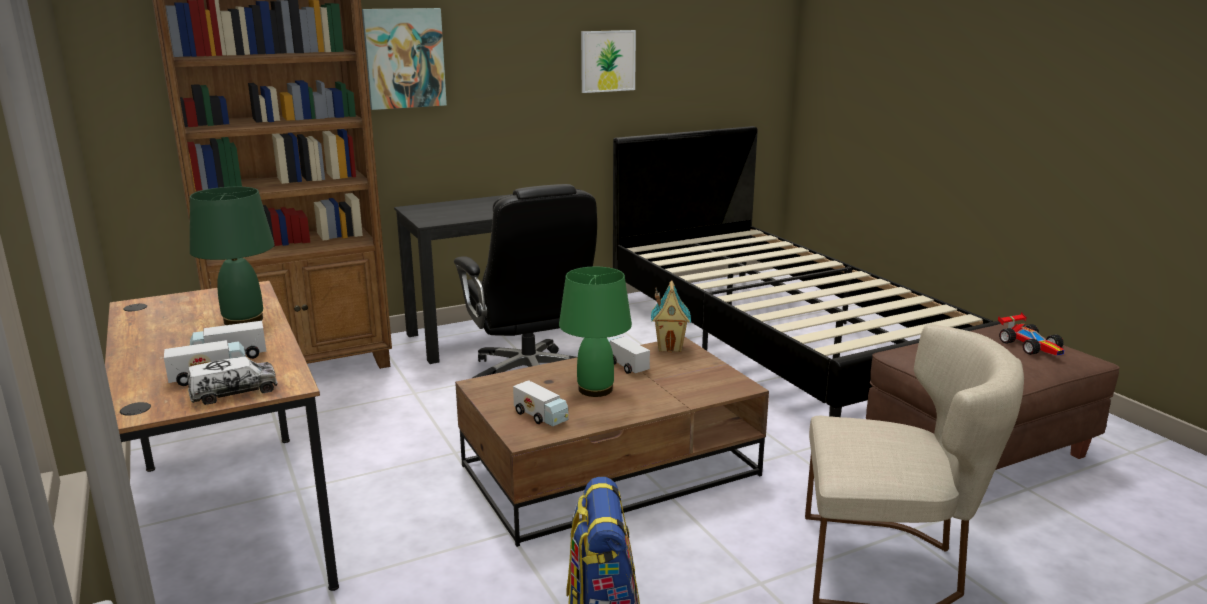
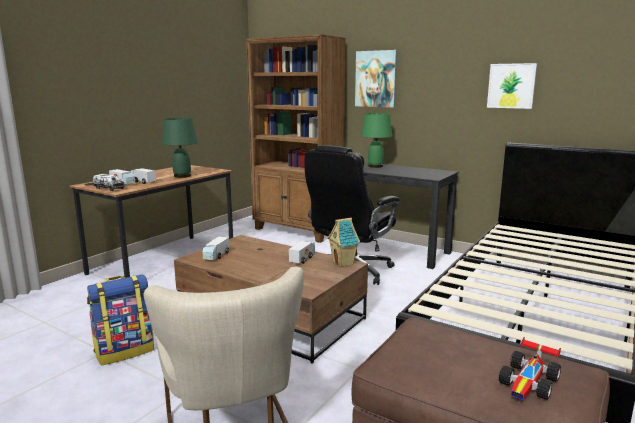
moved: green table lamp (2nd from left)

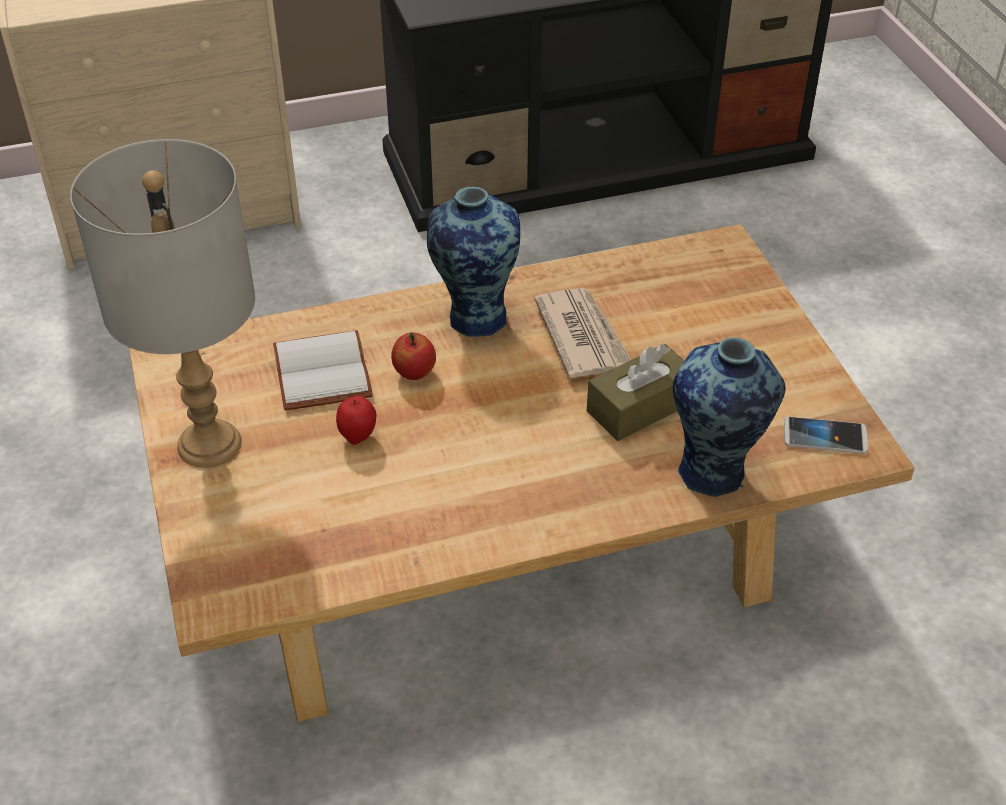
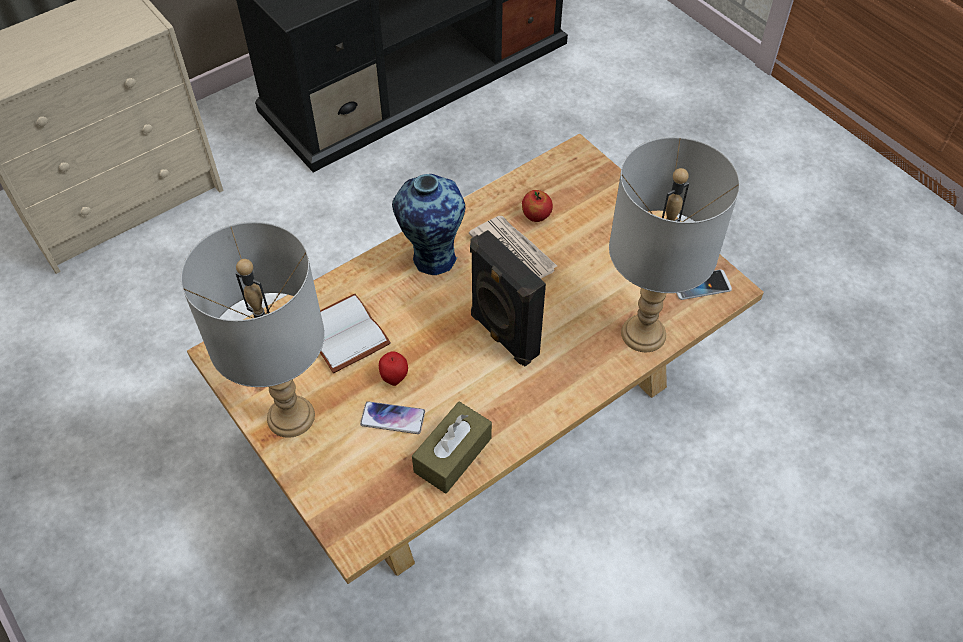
added: black speaker; phone (1st from left)
moved: apple (2nd from left); brown tissue box
replaced: vase (2nd from left) to grey table lamp (2nd from left)

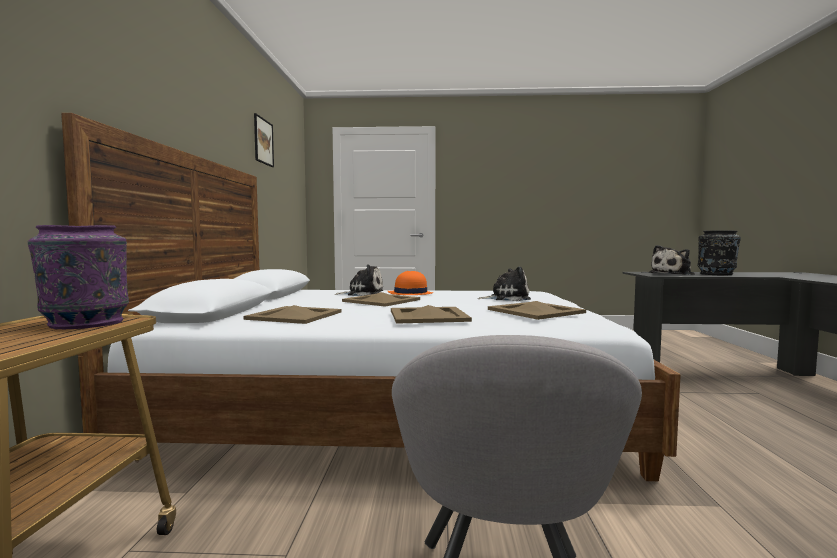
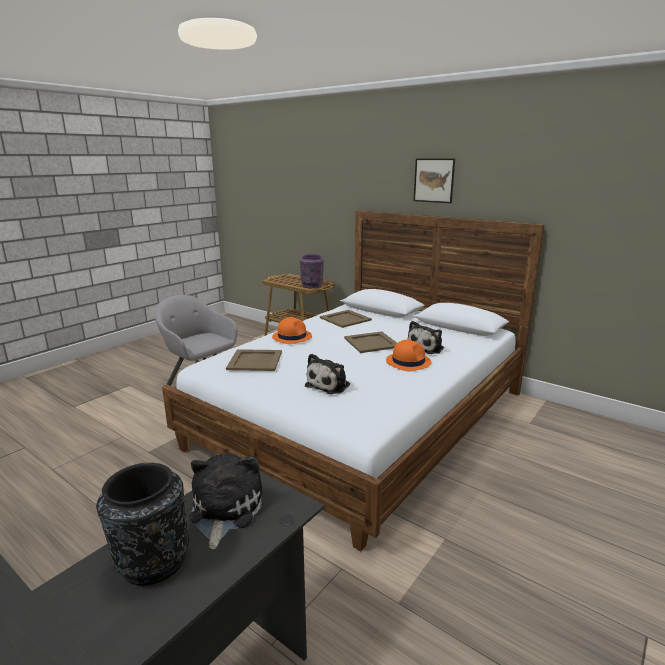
moved: picture
replaced: beige tray (3rd from left) to orange hat (1st from left)

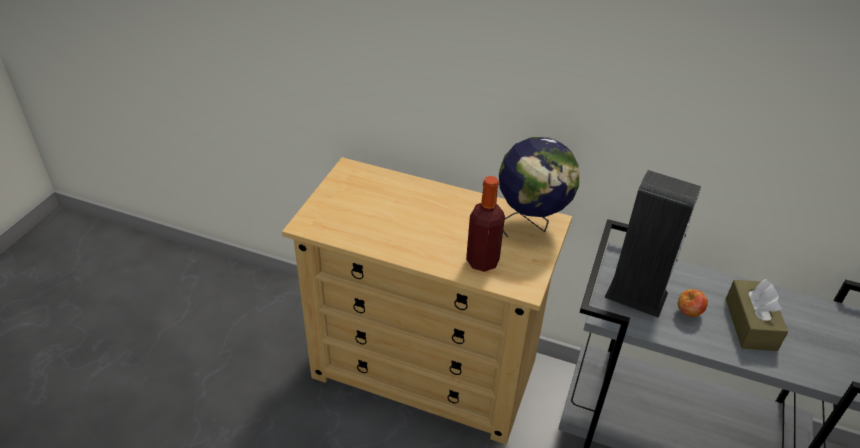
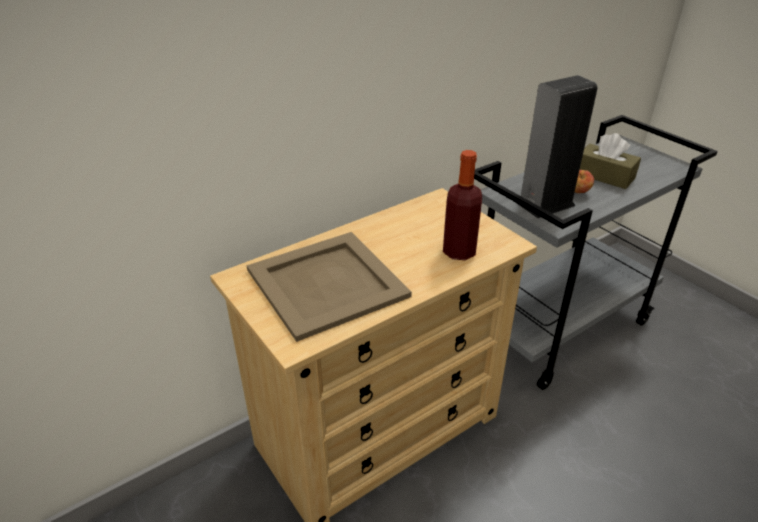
removed: globe
added: beige tray

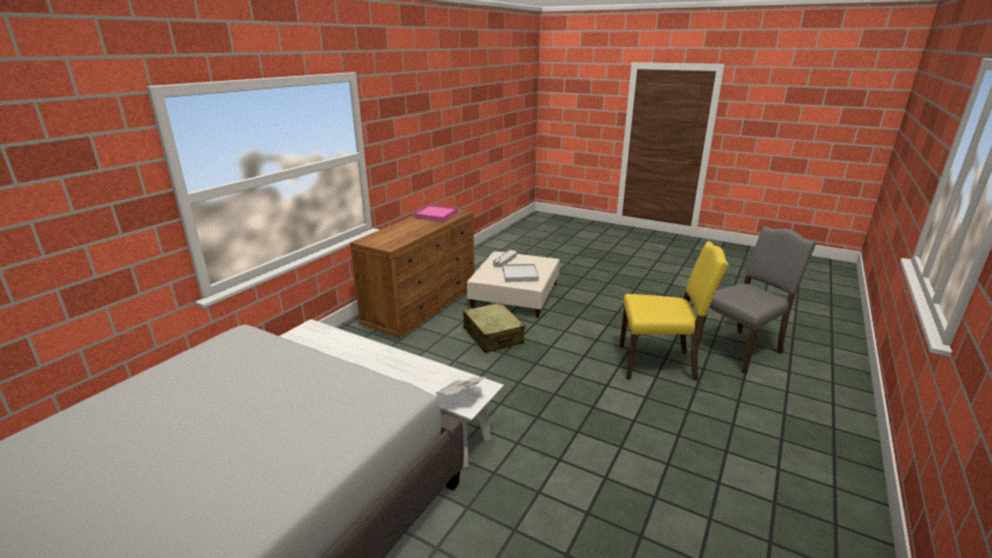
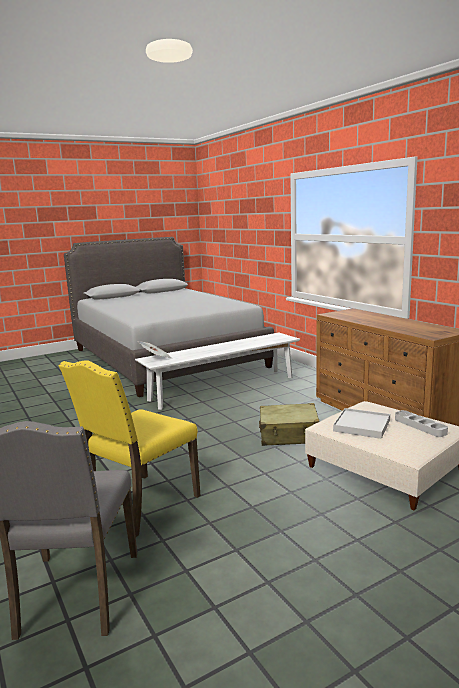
removed: pink tray

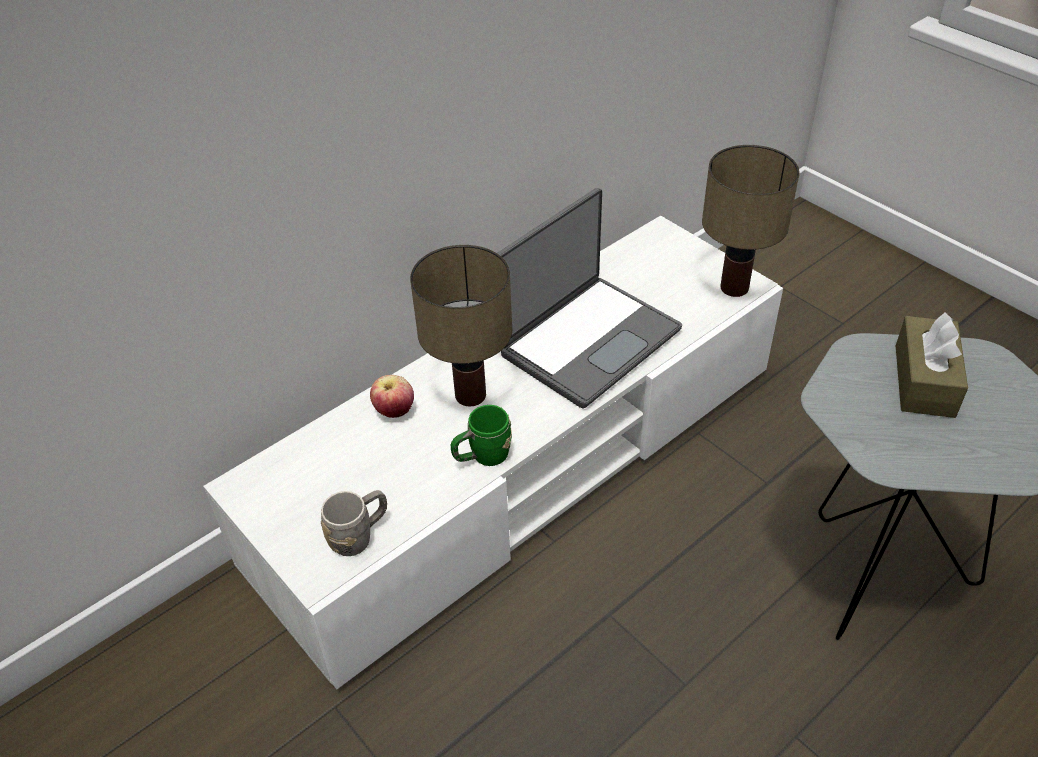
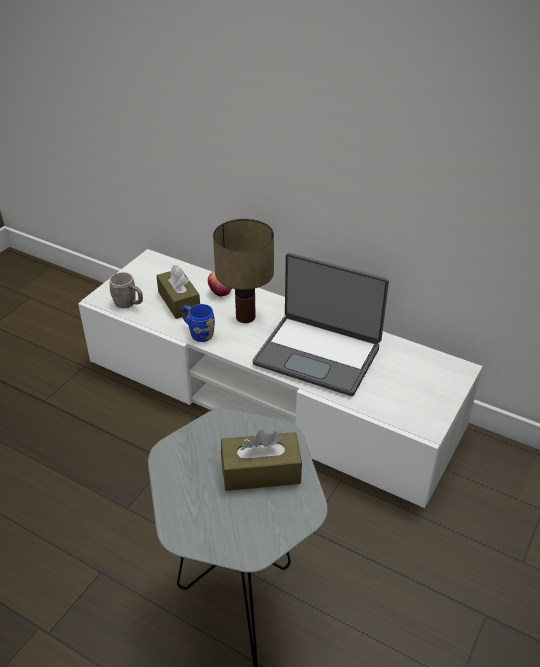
removed: table lamp (2nd from left)
added: brown tissue box (1st from left)
recoloured: green mug to blue mug

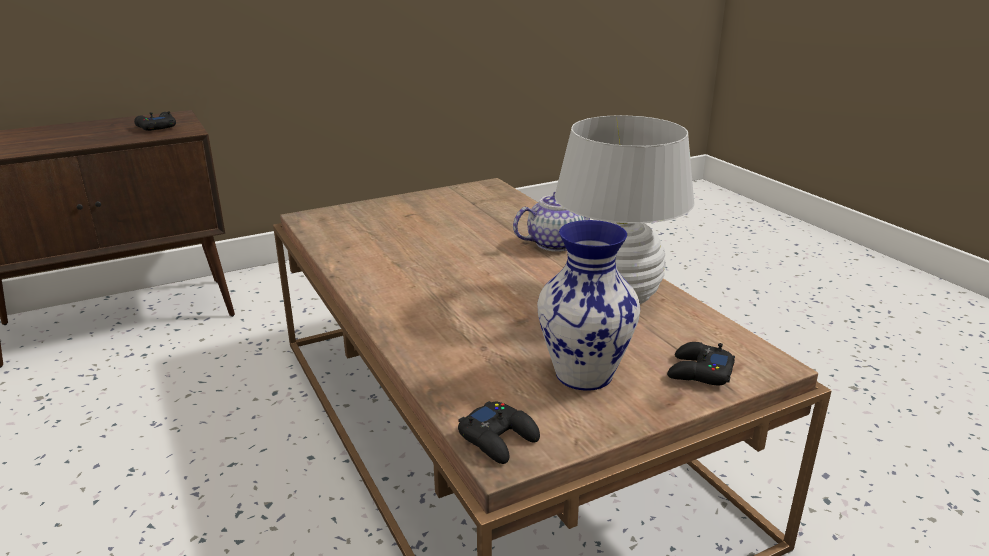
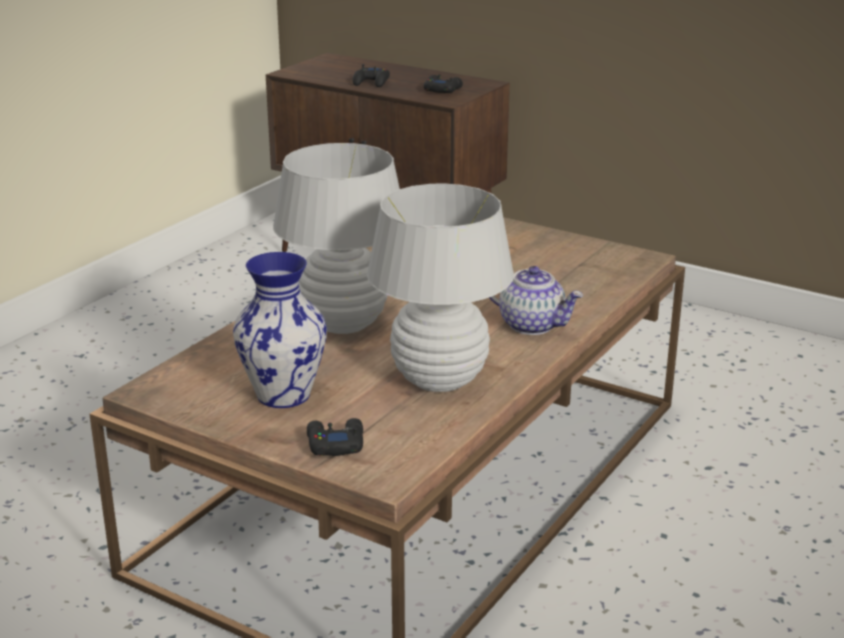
added: white table lamp (1st from left)
moved: black game controller (2nd from left)

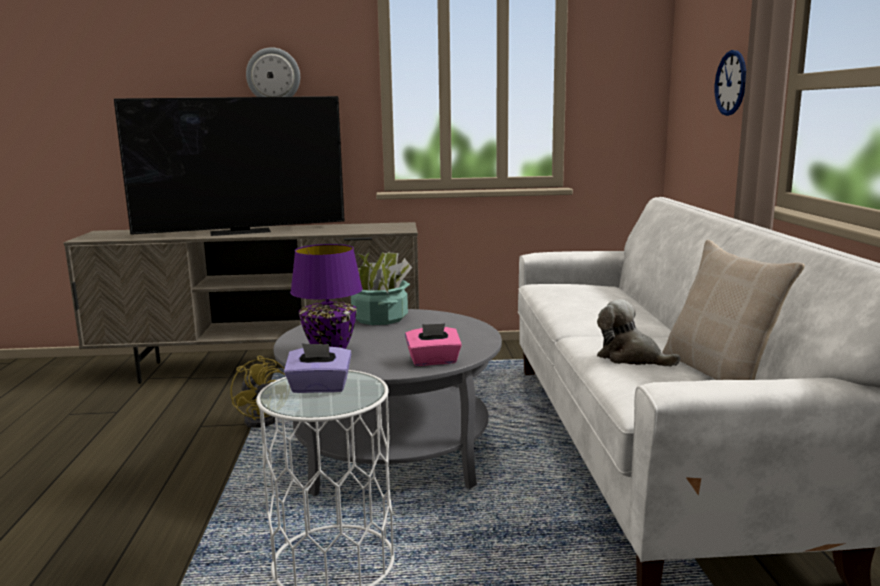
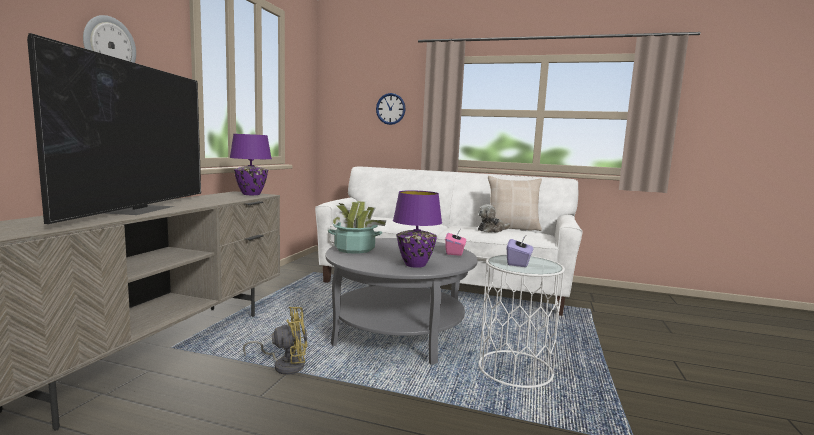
added: purple table lamp (1st from left)

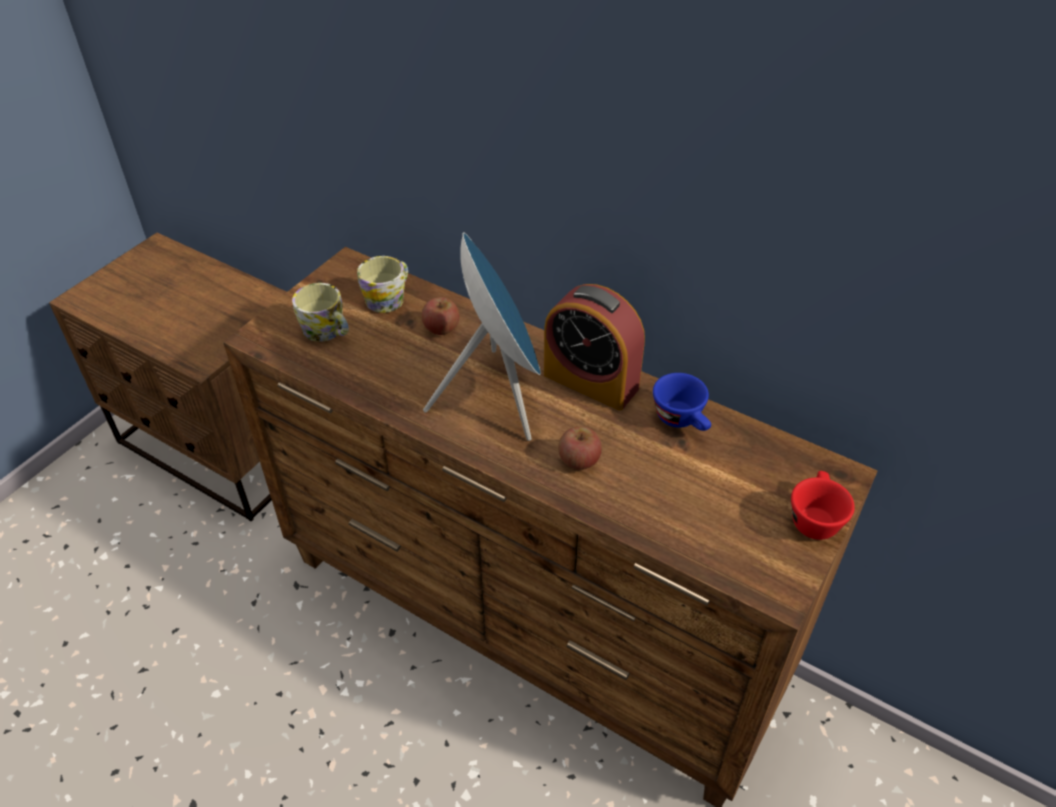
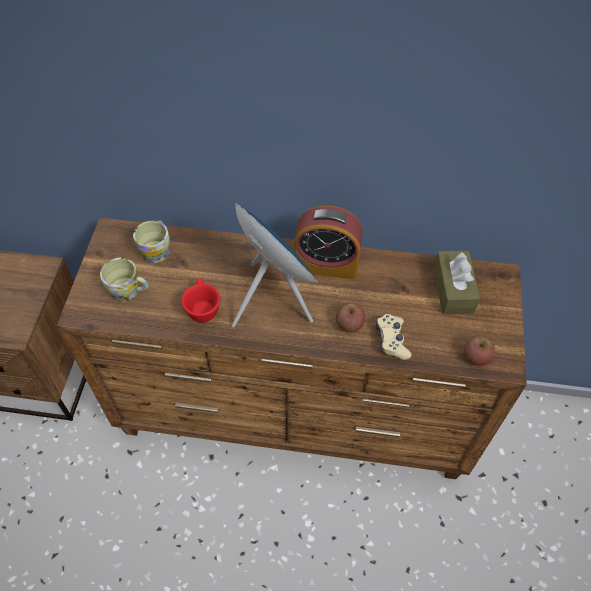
removed: blue cup
added: brown tissue box; beige game controller
moved: apple (1st from left in the first image) to apple (2nd from left); red cup

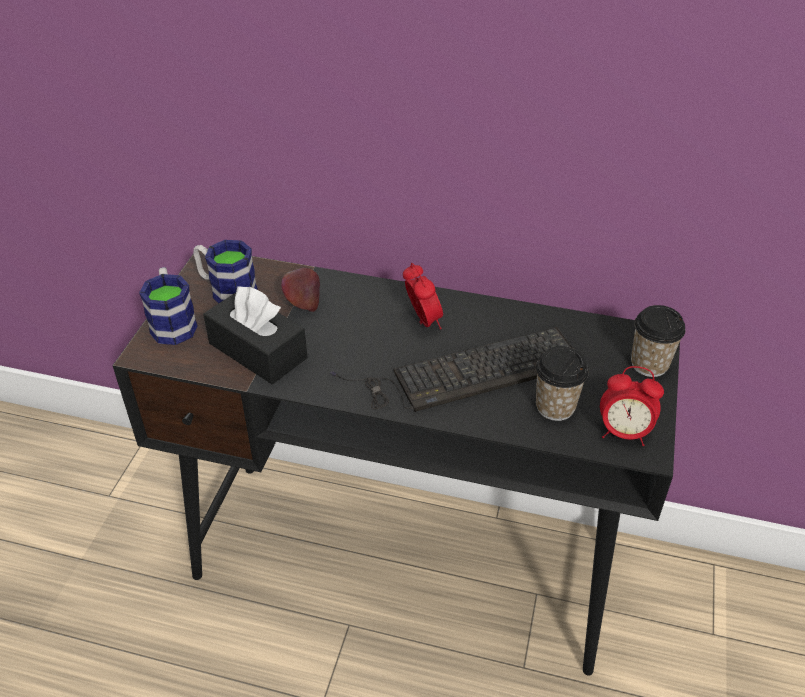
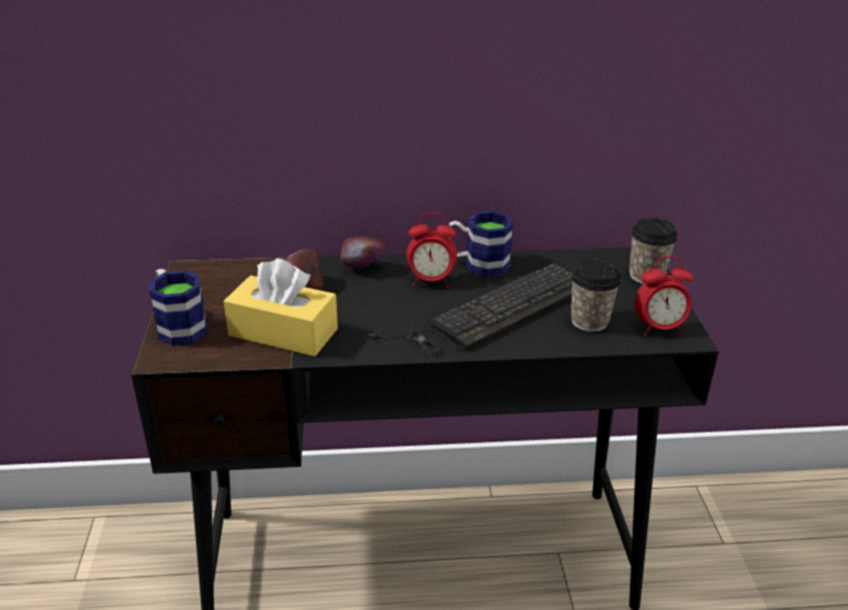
added: apple (2nd from left)
moved: mug (2nd from left)
recoloured: black tissue box to yellow tissue box
turned: alarm clock (1st from left) 135 degrees clockwise

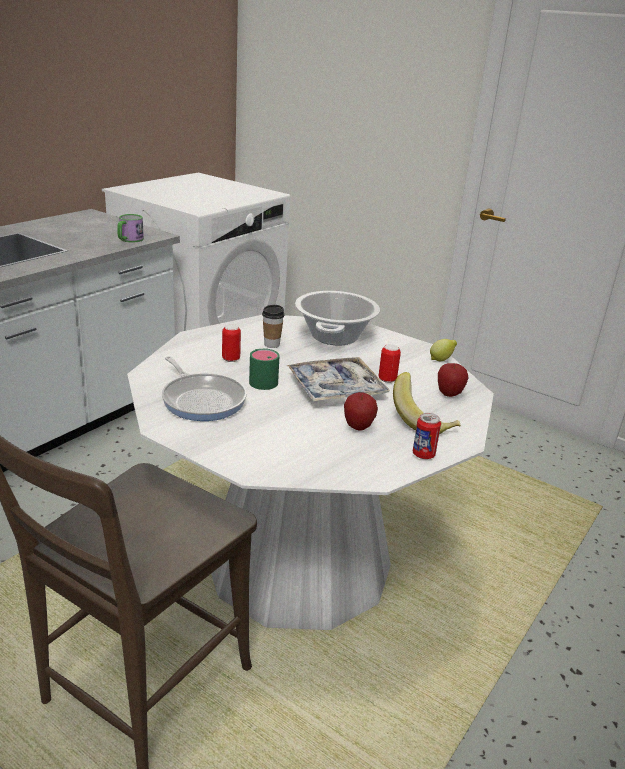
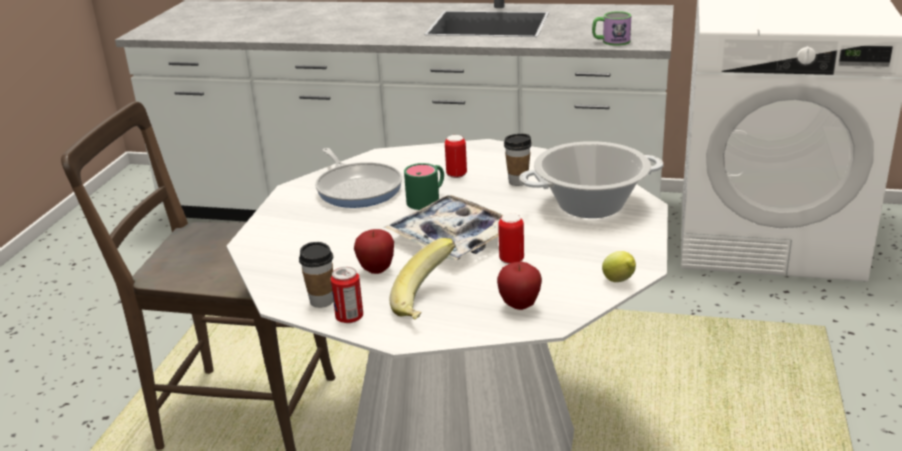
added: cup (1st from left)
turned: frying pan 60 degrees counterclockwise

